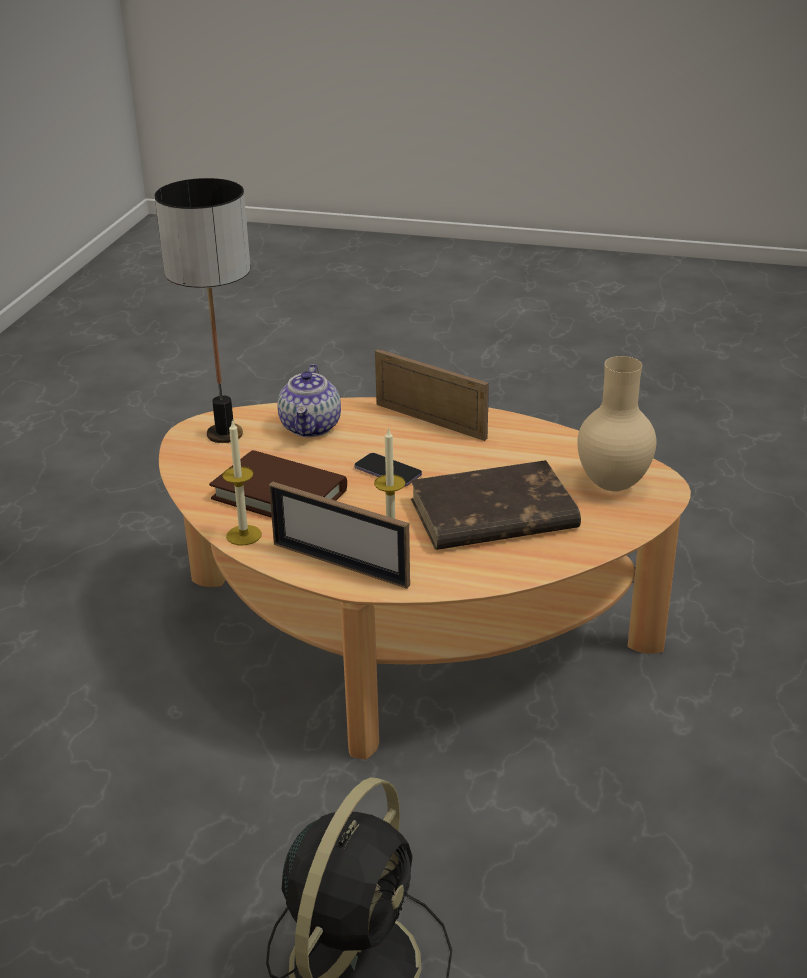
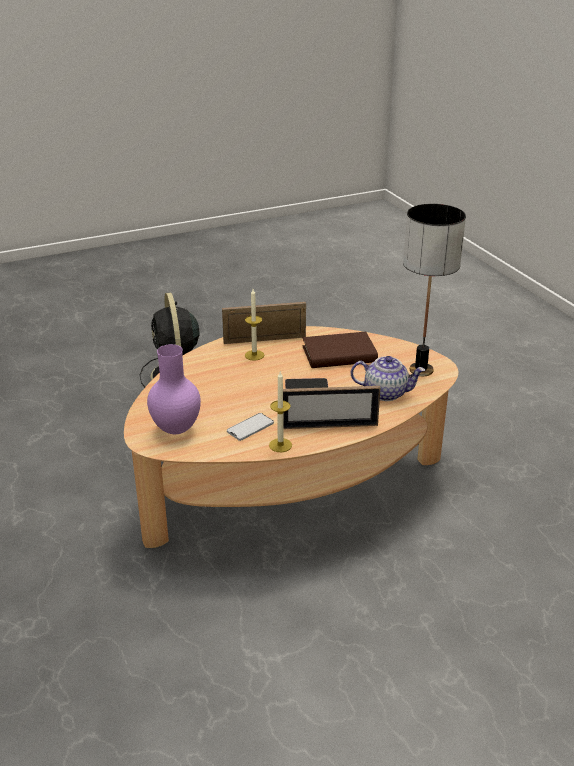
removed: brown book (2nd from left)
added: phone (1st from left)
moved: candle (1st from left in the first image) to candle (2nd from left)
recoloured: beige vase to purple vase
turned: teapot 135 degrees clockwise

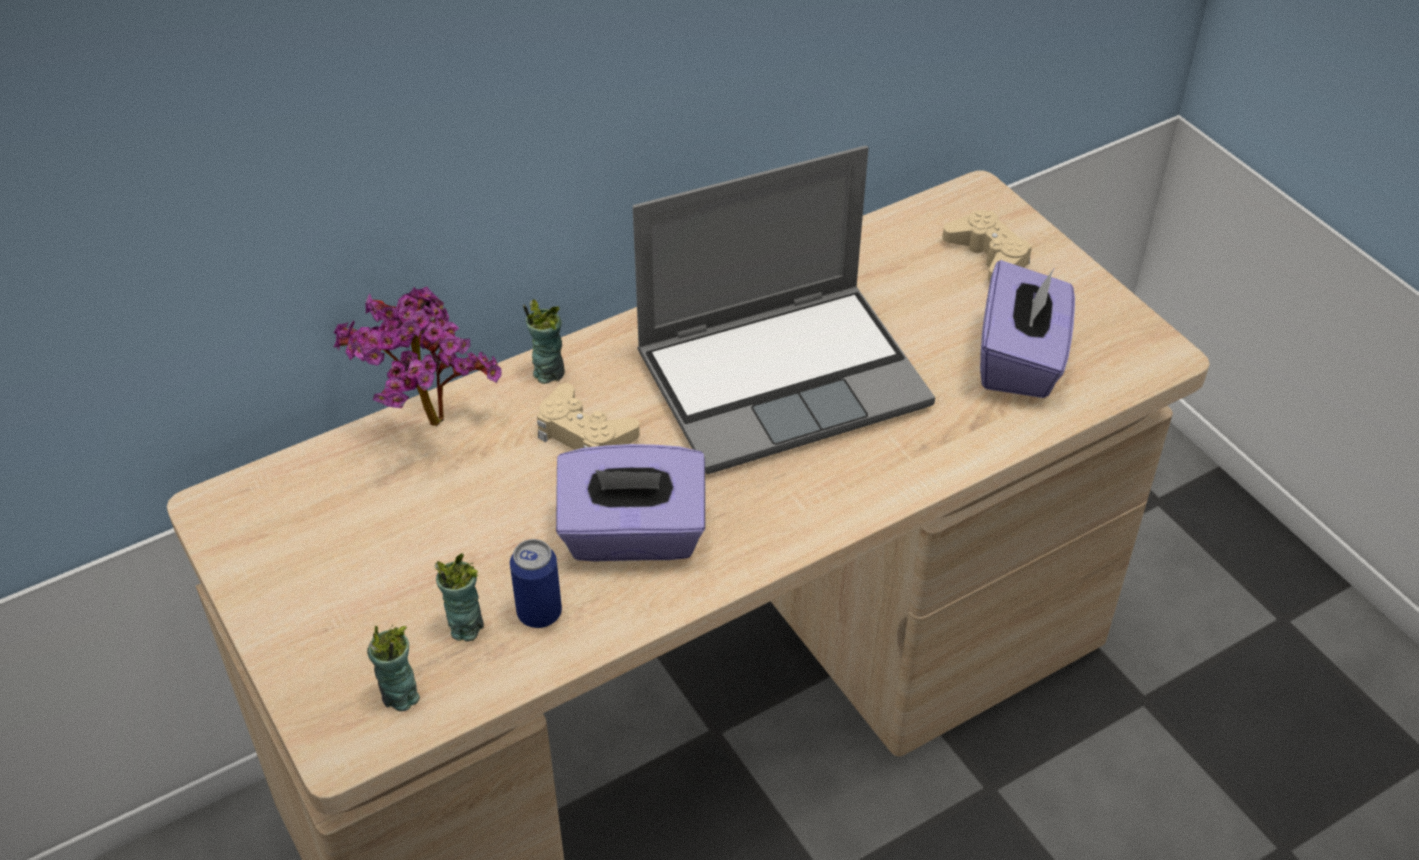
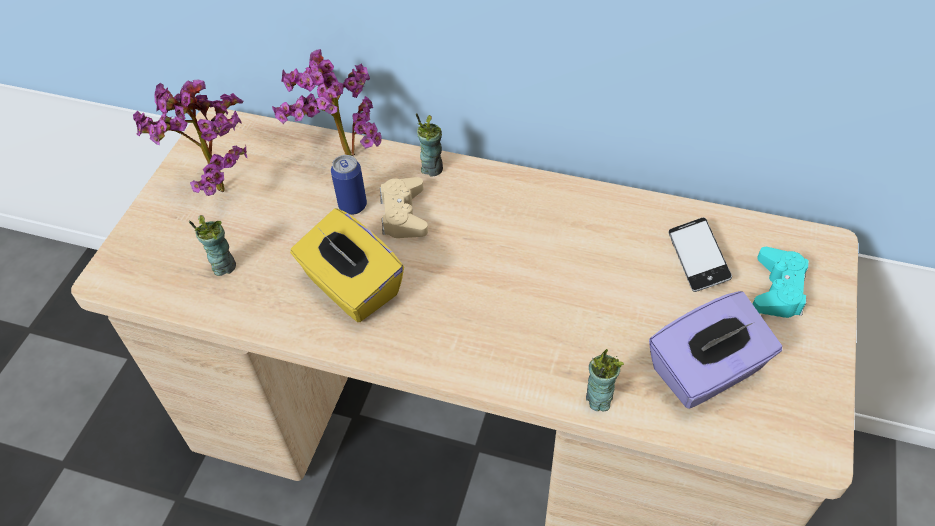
removed: laptop
added: potted plant (1st from left); phone
moved: can; cup (1st from left in the first image) to cup (3rd from left)
recoloured: beige game controller (2nd from left) to turquoise game controller; purple tissue box (1st from left) to yellow tissue box

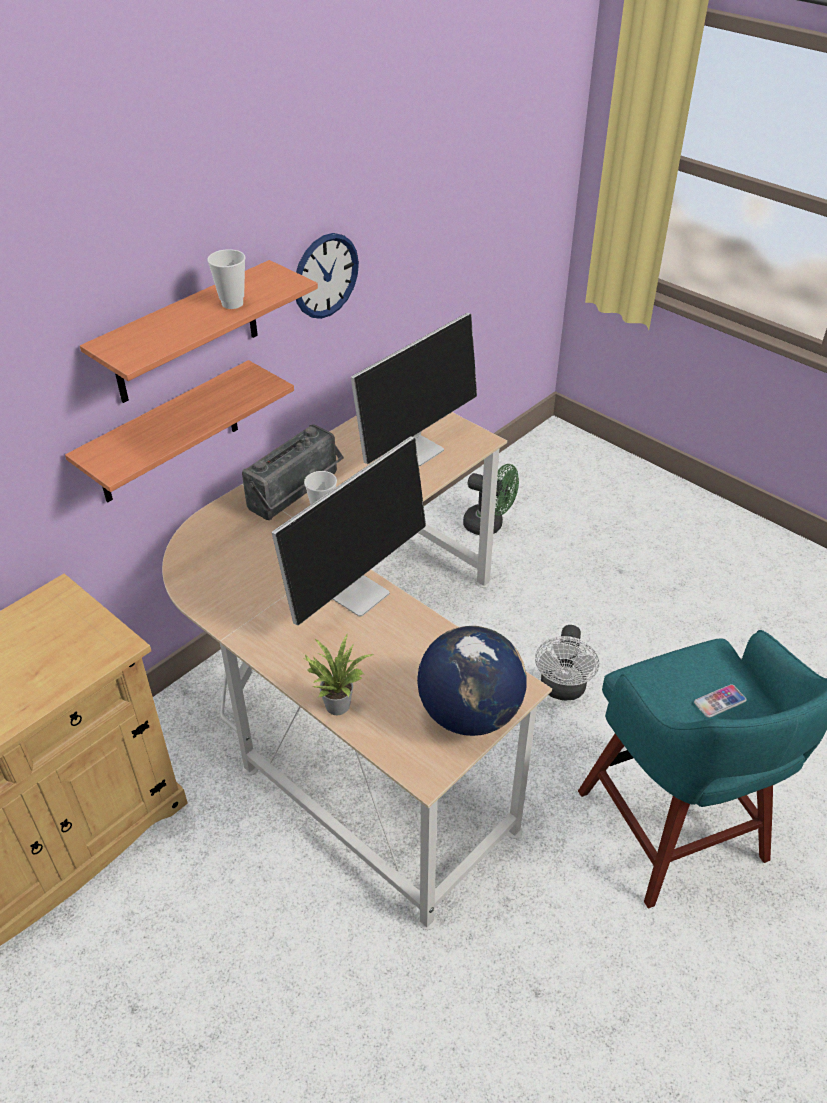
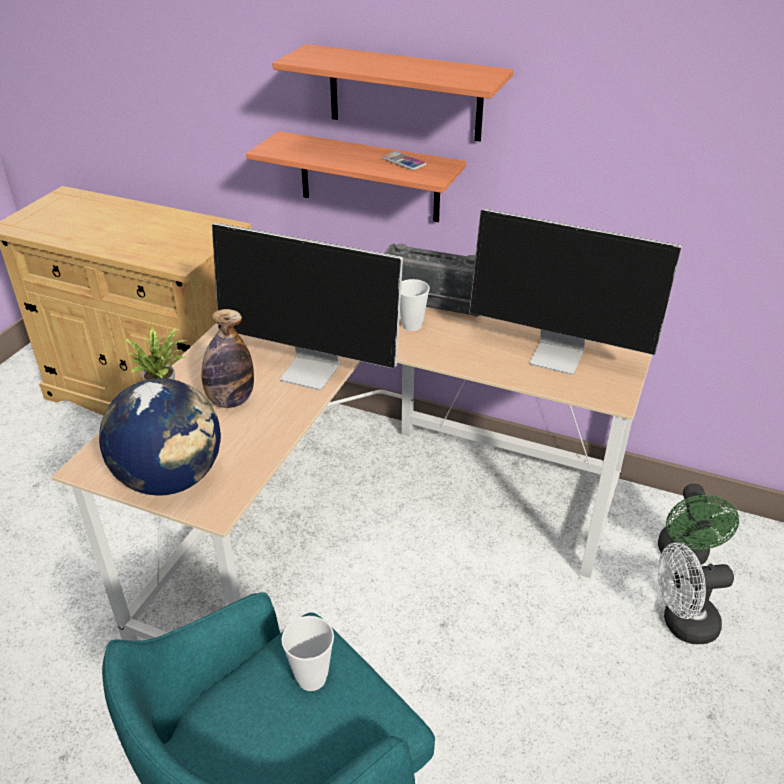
removed: wall clock
added: bottle
moved: cup (1st from left); white fan; phone

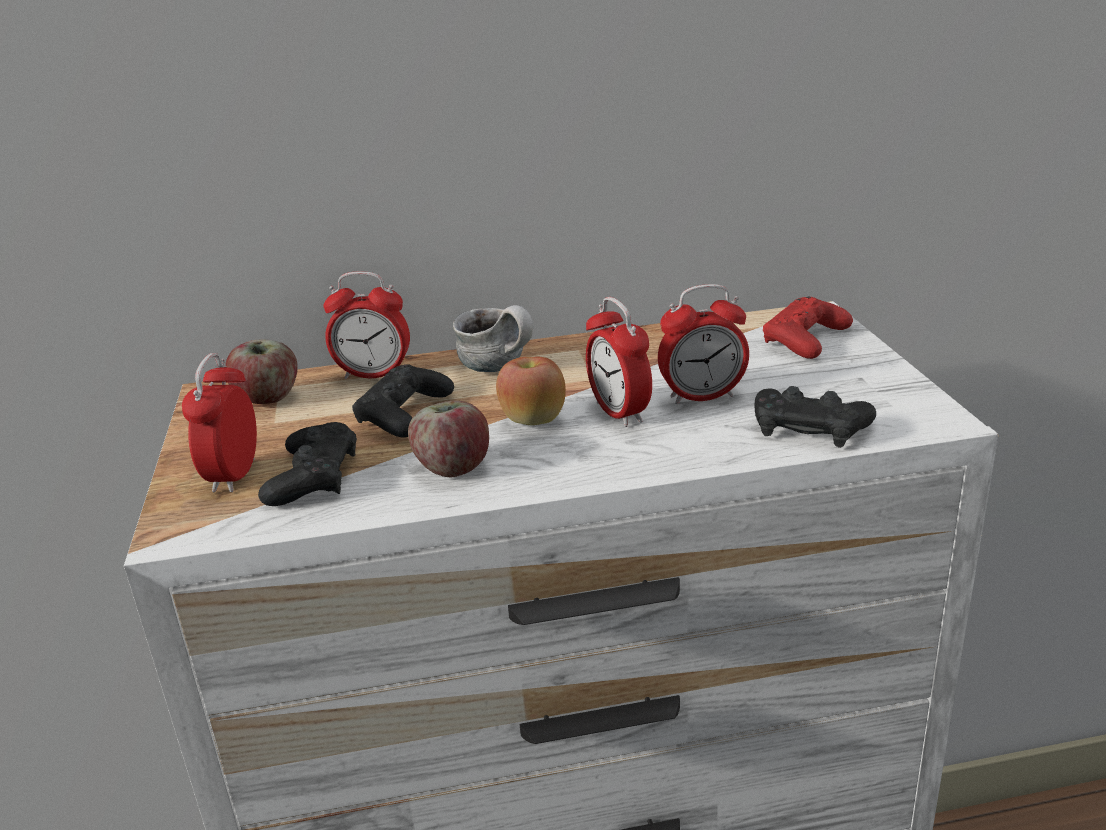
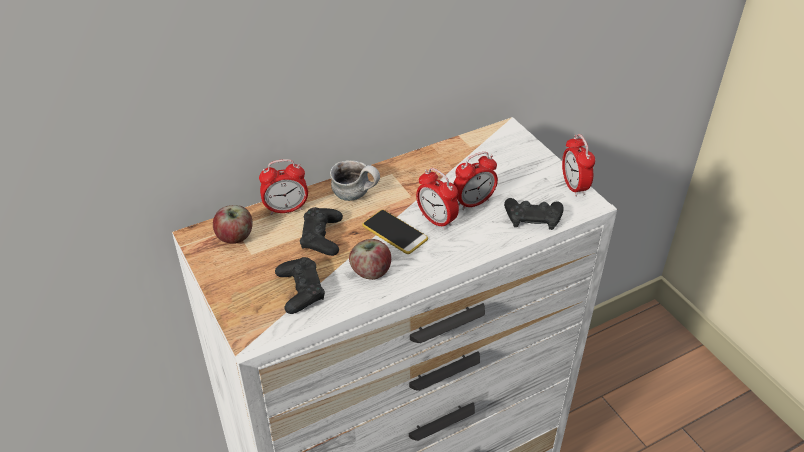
removed: red game controller
moved: alarm clock (1st from left in the first image) to alarm clock (4th from left)
replaced: apple (3rd from left) to phone

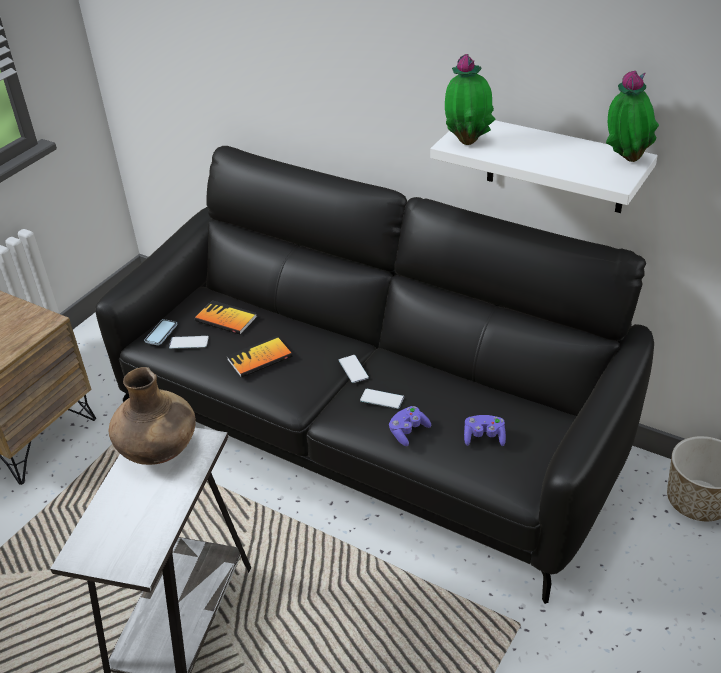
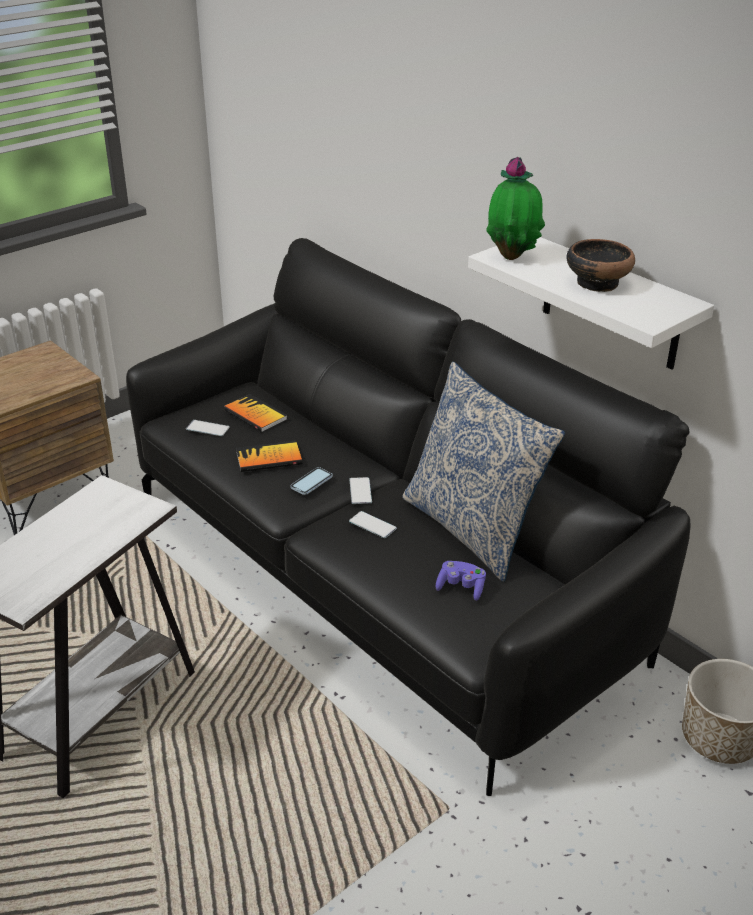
removed: potted plant (2nd from left); brown vase; purple game controller (1st from left)
added: bowl; pillow
moved: phone (1st from left in the first image) to phone (2nd from left)

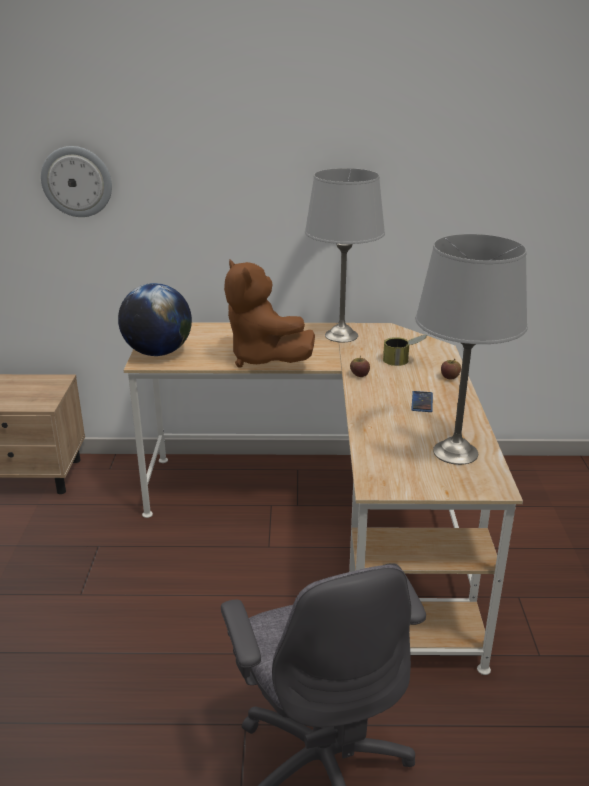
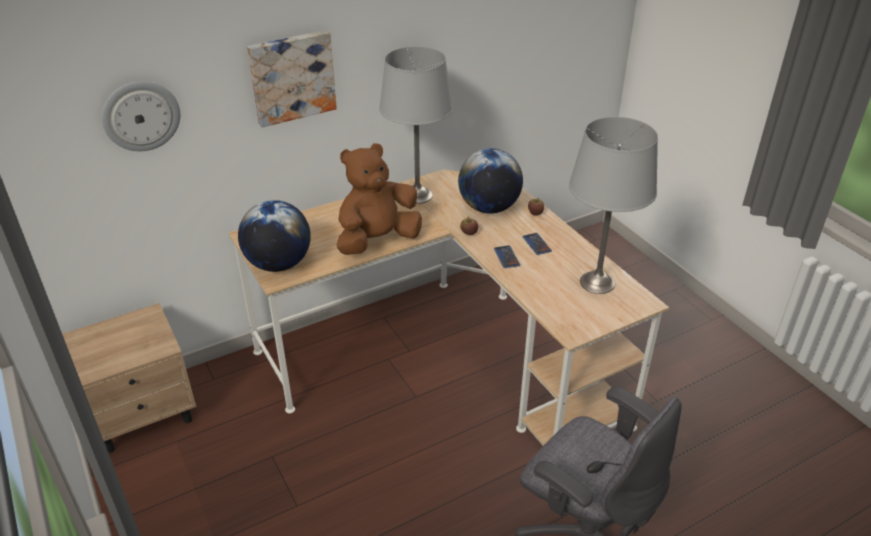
added: picture; phone (1st from left)
replaced: can to globe (2nd from left)
turned: brown plush toy 120 degrees clockwise

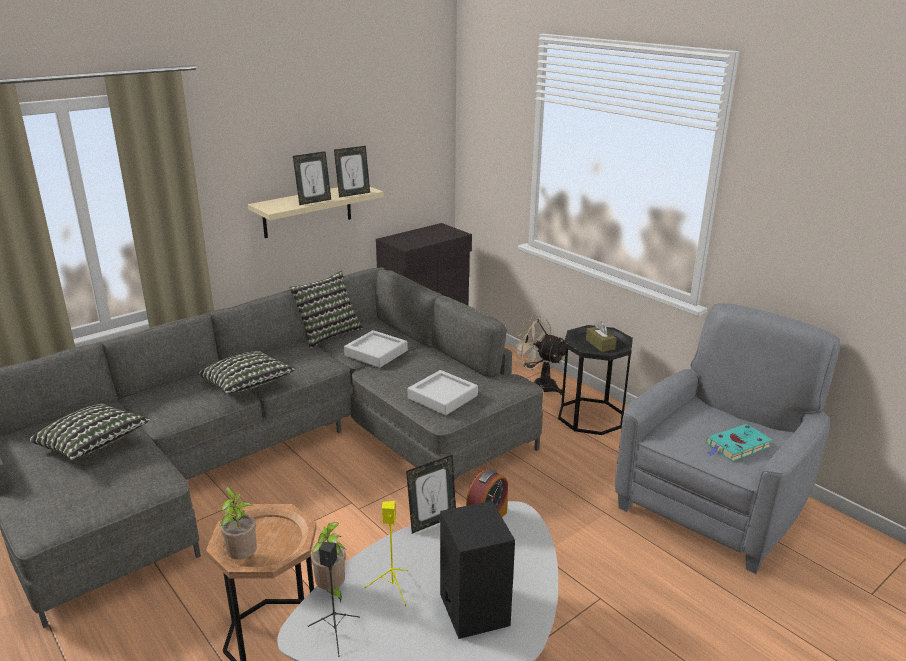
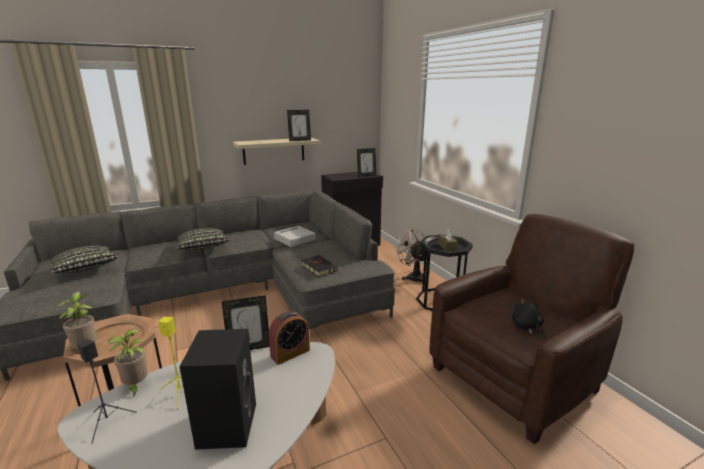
removed: pillow (3rd from left)
moved: picture frame (1st from left in the first image) to picture frame (3rd from left)
replaced: grey tray (2nd from left) to black book; turquoise book to black plush toy
recoloured: grey armchair to brown armchair

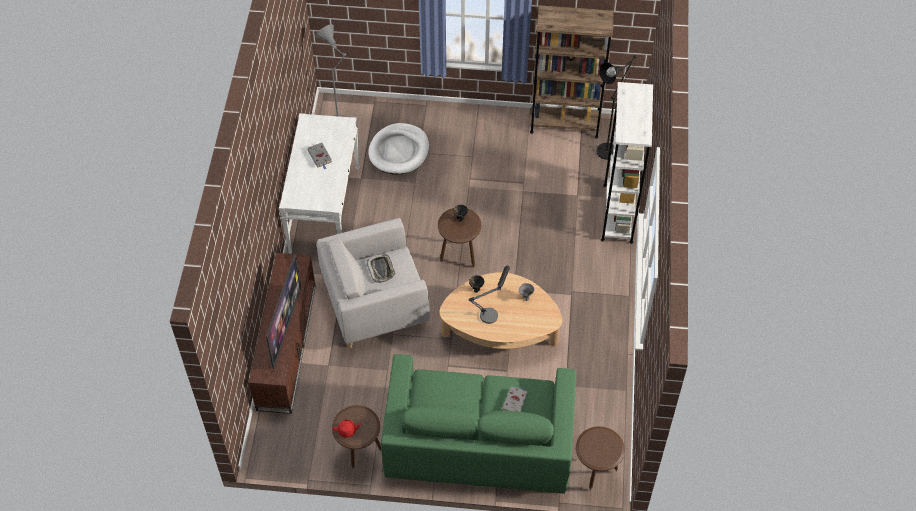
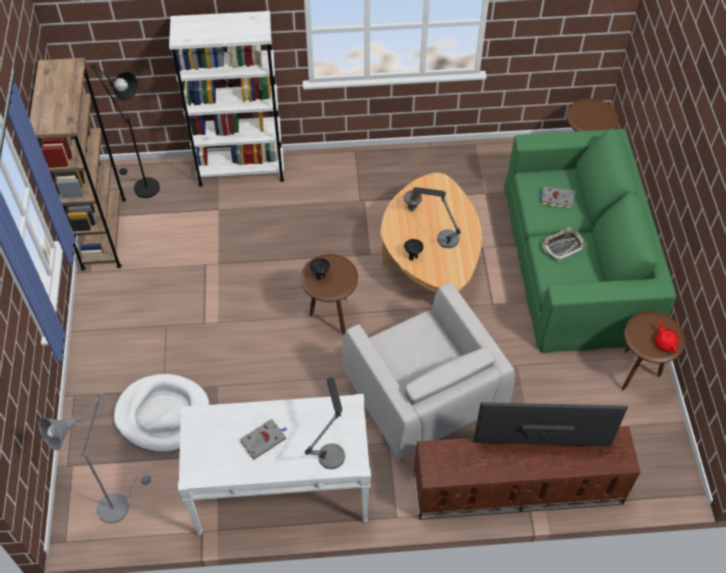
added: table lamp (1st from left)
moved: tray

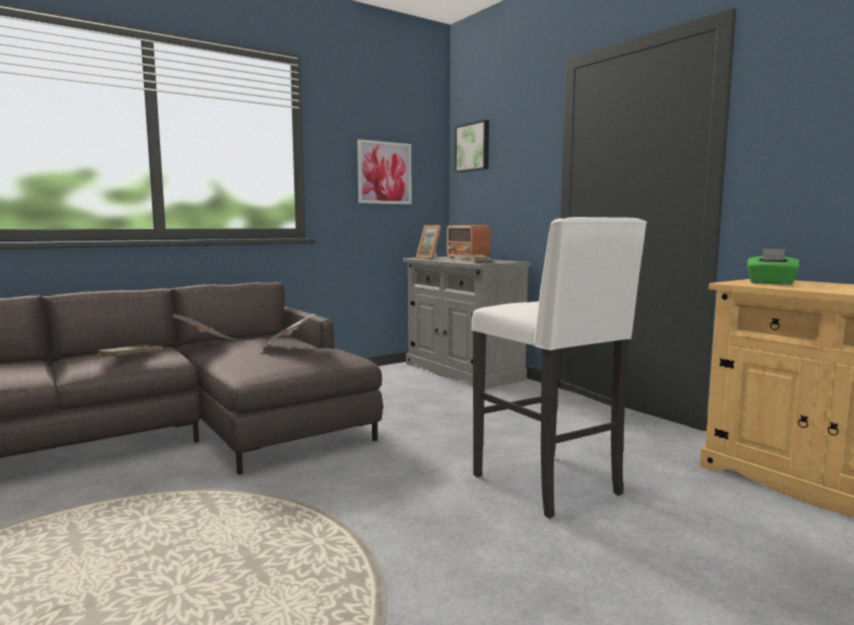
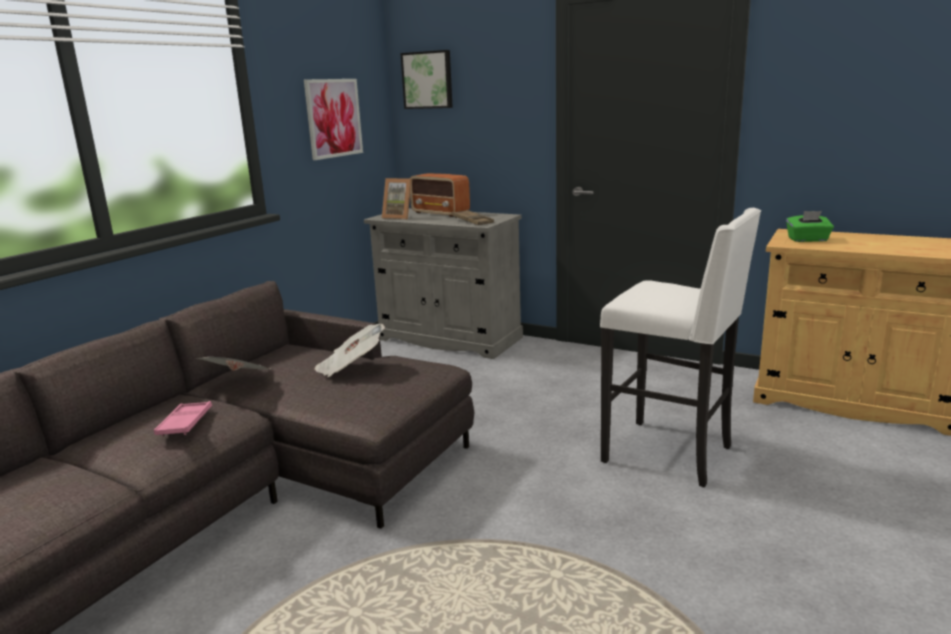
recoloured: brown tray (1st from left) to pink tray

